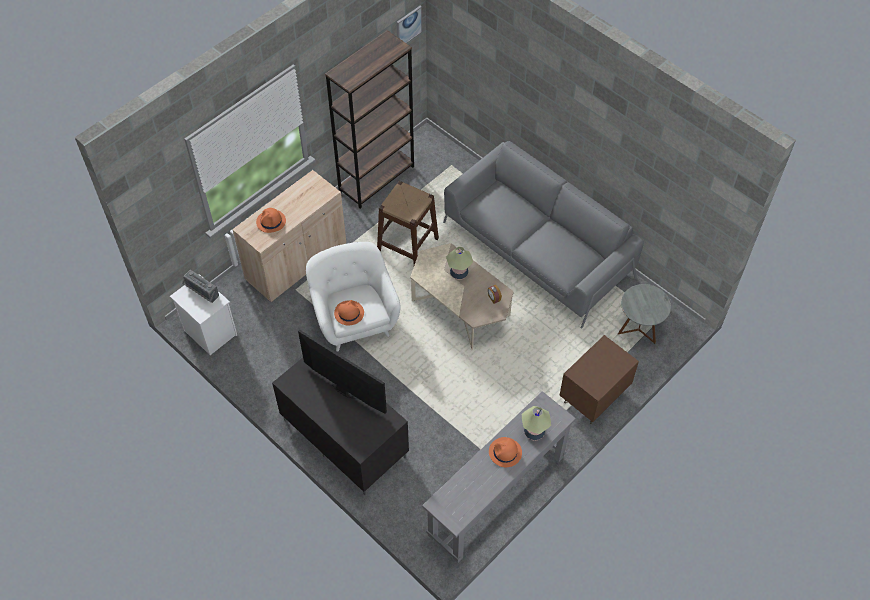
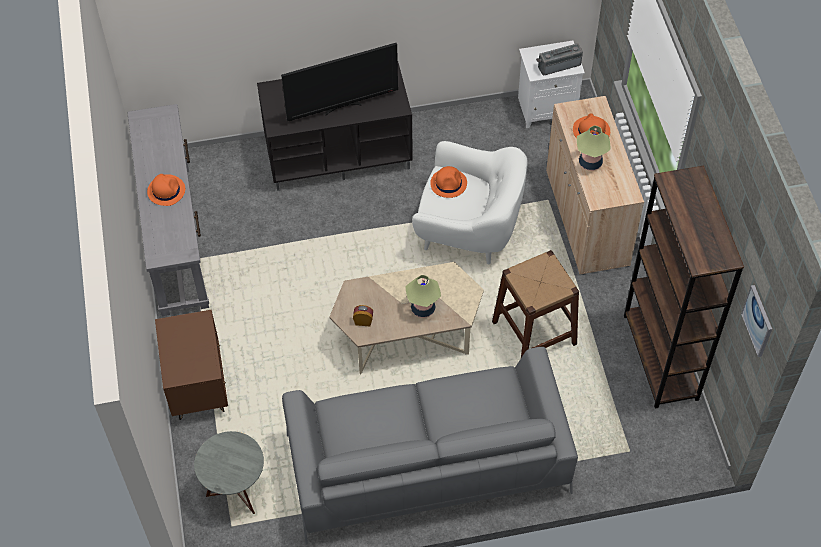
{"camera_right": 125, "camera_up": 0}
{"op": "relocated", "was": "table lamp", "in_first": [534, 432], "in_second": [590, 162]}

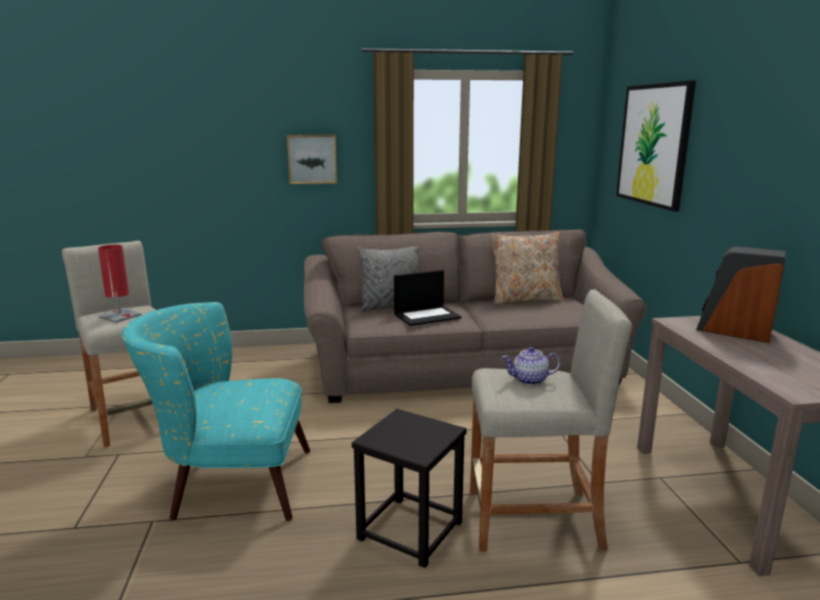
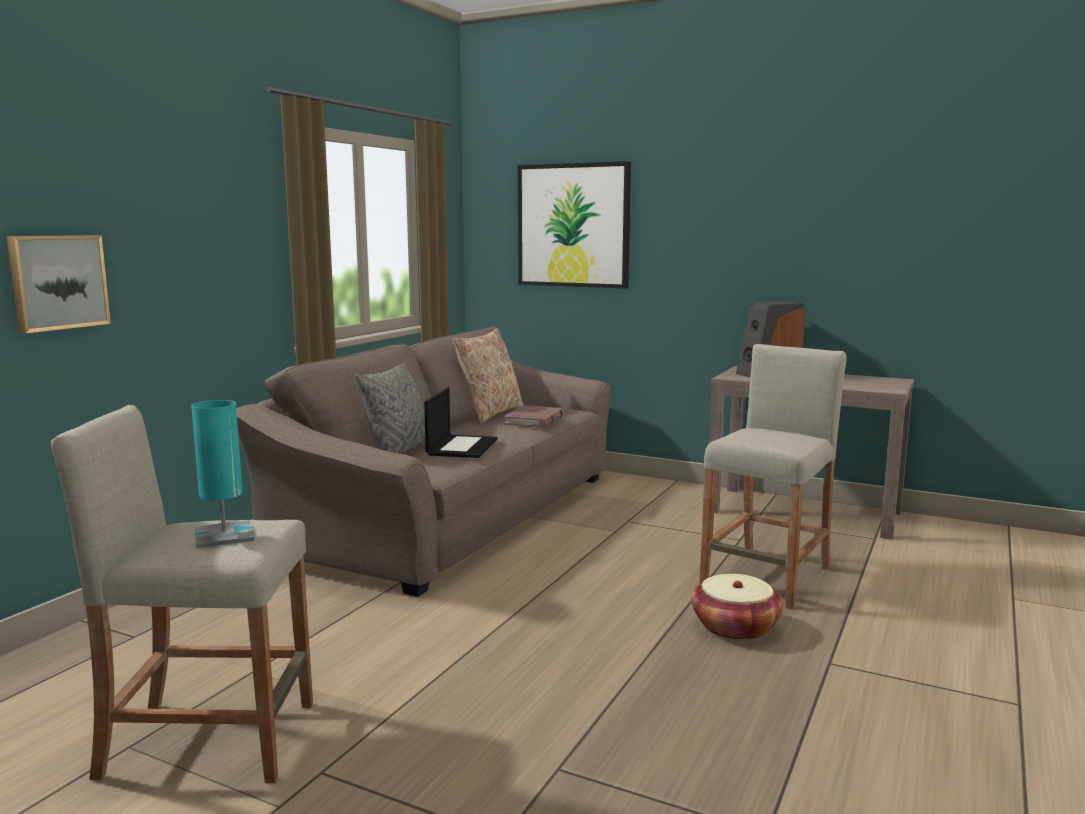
{"camera_right": -55, "camera_up": -5}
{"op": "missing", "was": "easy chair (turquoise-coloured)", "in_first": [228, 483]}
{"op": "missing", "was": "tea pot", "in_first": [529, 380]}
{"op": "appeared", "now": "volume (brown)", "in_second": [534, 420]}
{"op": "relocated", "was": "wall picture", "in_first": [312, 159], "in_second": [57, 282]}
{"op": "exchanged", "was": "stool (black-coloured)", "now": "storage basket", "in_first": [409, 531], "in_second": [735, 627]}
{"op": "colour", "was": "table lamp (red)", "now": "table lamp (turquoise-coloured)", "in_first": [120, 316], "in_second": [224, 535]}

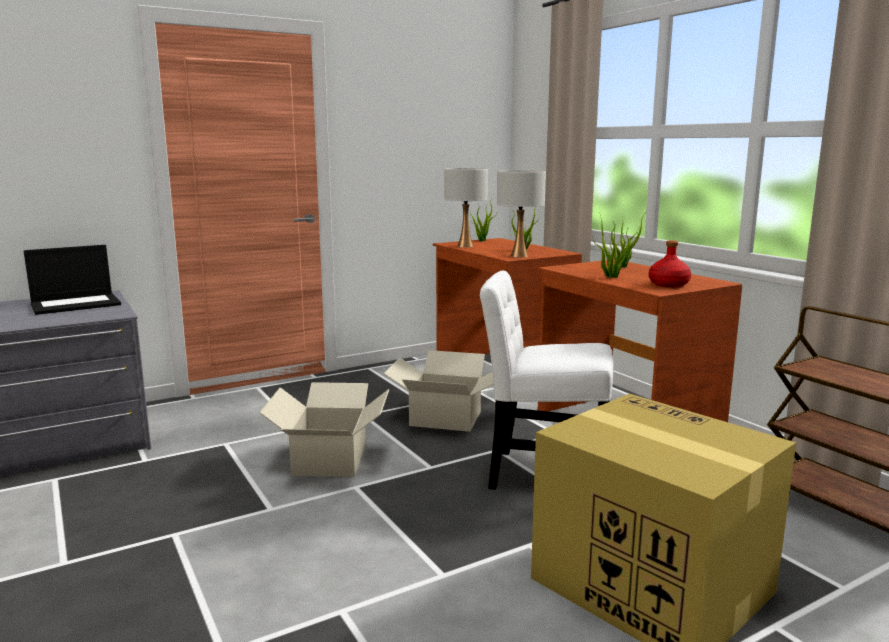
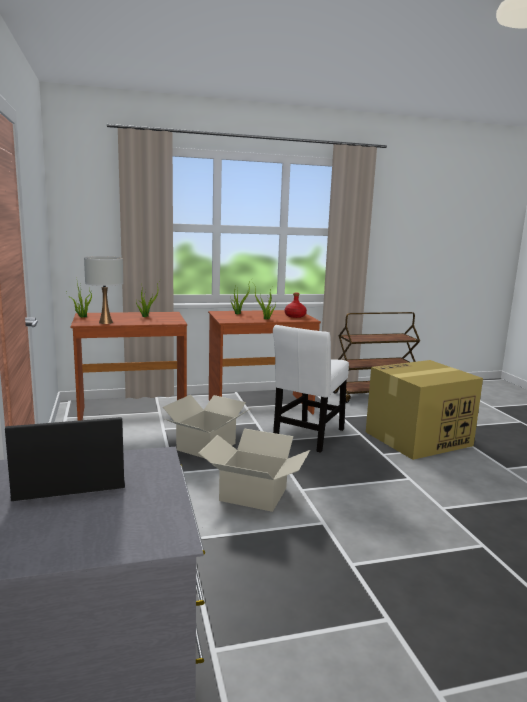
{"camera_right": -75, "camera_up": 0}
{"op": "missing", "was": "table lamp (white)", "in_first": [519, 256]}
{"op": "spun", "was": "laptop", "in_first": [76, 304], "in_second": [69, 479], "clockwise": -90}

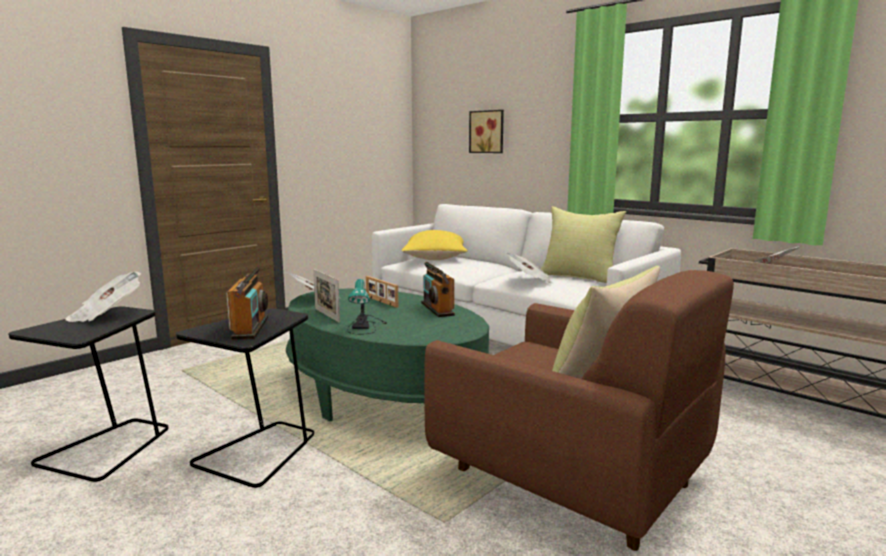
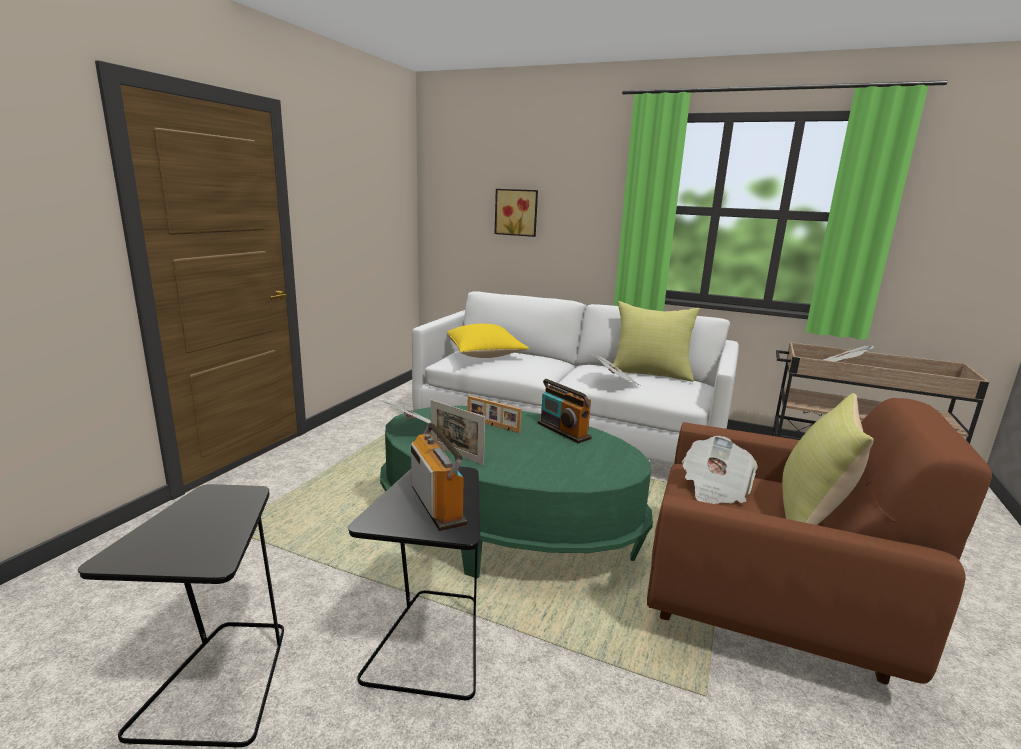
{"camera_right": -20, "camera_up": 5}
{"op": "missing", "was": "table lamp", "in_first": [365, 325]}
{"op": "relocated", "was": "newspaper", "in_first": [106, 315], "in_second": [714, 488]}

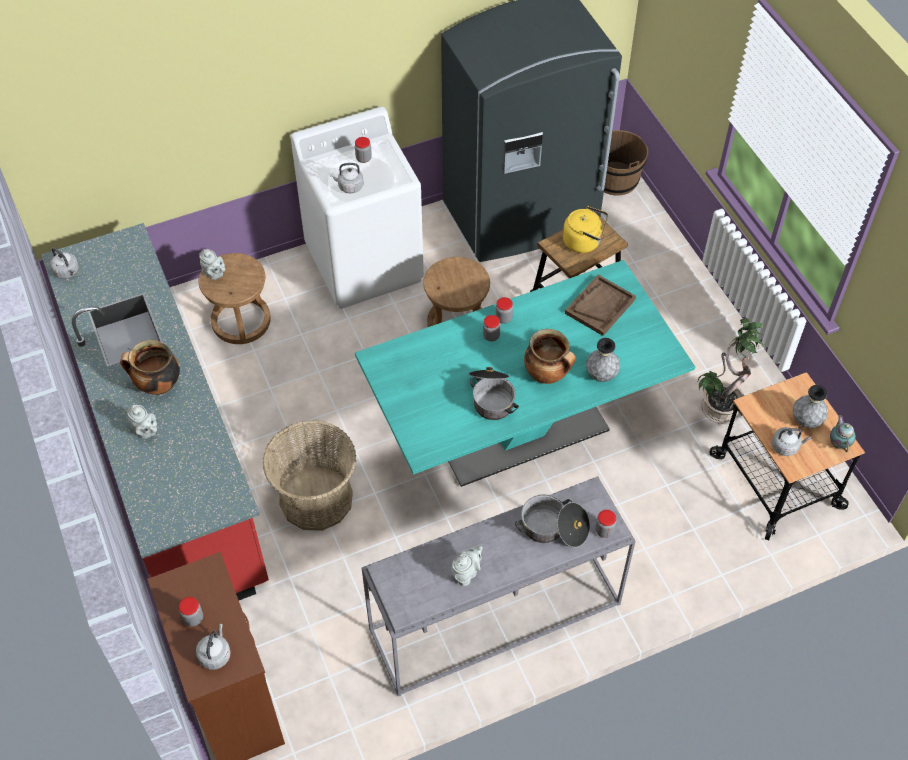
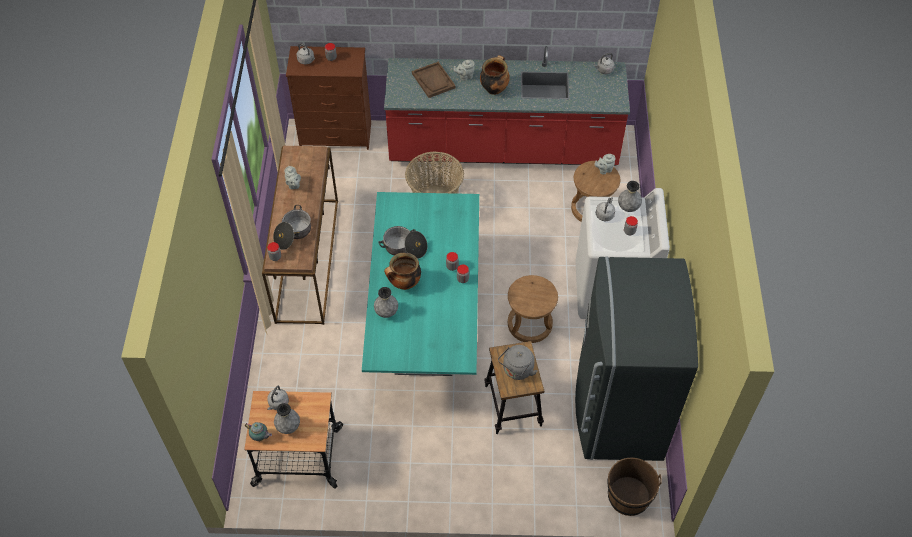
{"camera_right": 115, "camera_up": 0}
{"op": "missing", "was": "houseplant", "in_first": [719, 406]}
{"op": "appeared", "now": "flower vase (grey)", "in_second": [628, 208]}
{"op": "relocated", "was": "carrying tray (brown)", "in_first": [600, 306], "in_second": [433, 81]}
{"op": "colour", "was": "console table (grey)", "now": "console table (brown)", "in_first": [494, 619], "in_second": [306, 259]}
{"op": "colour", "was": "tea kettle (yellowish)", "now": "tea kettle (grey)", "in_first": [584, 242], "in_second": [517, 370]}

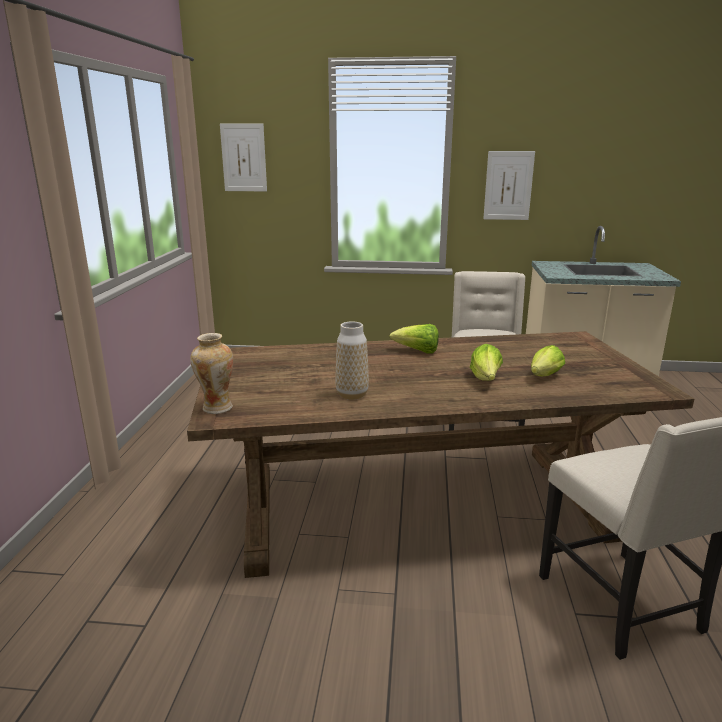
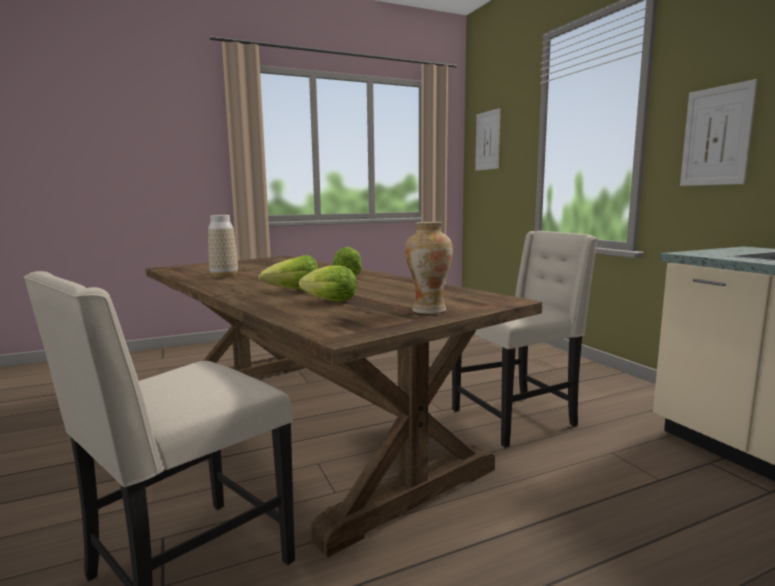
{"camera_right": 60, "camera_up": -10}
{"op": "relocated", "was": "flower vase", "in_first": [216, 408], "in_second": [428, 310]}

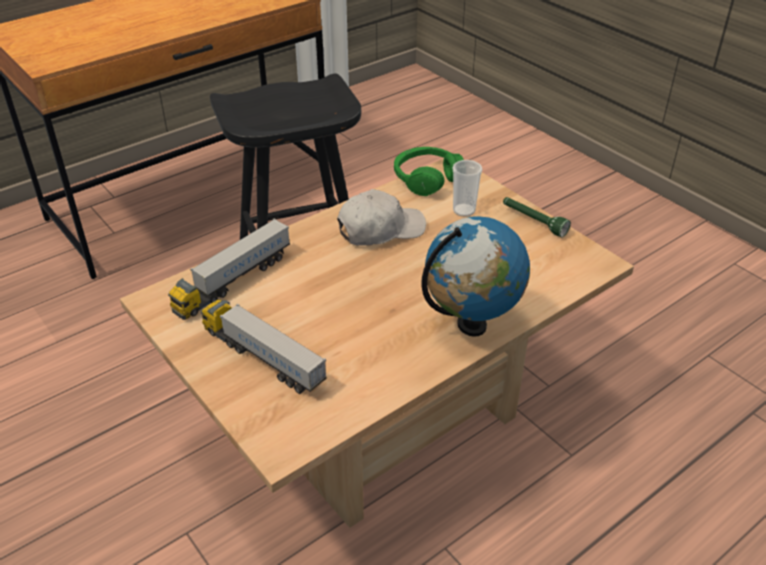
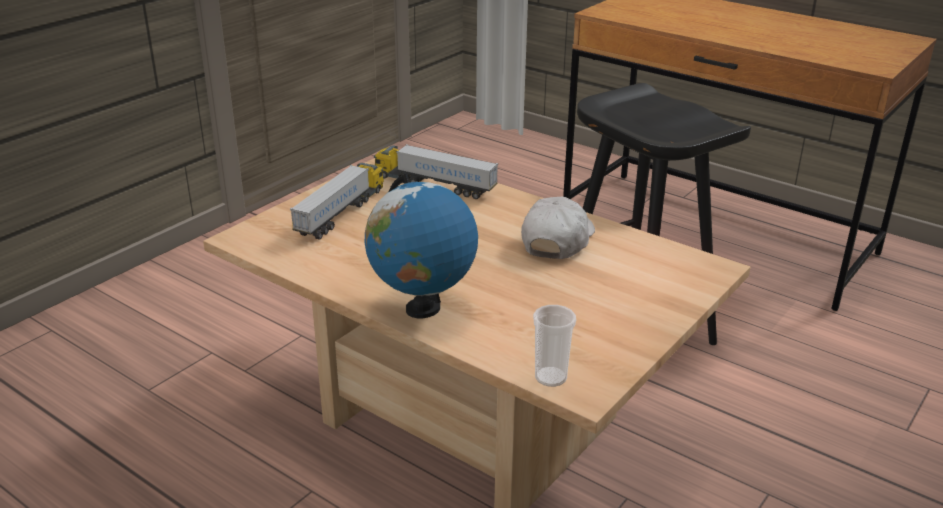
{"camera_right": 75, "camera_up": -10}
{"op": "missing", "was": "pair of headphones (greenish)", "in_first": [427, 179]}
{"op": "missing", "was": "hand torch (greenish)", "in_first": [533, 221]}
{"op": "relocated", "was": "small cup", "in_first": [464, 210], "in_second": [551, 377]}
{"op": "spun", "was": "peaked cap (white)", "in_first": [380, 229], "in_second": [557, 240], "clockwise": -120}

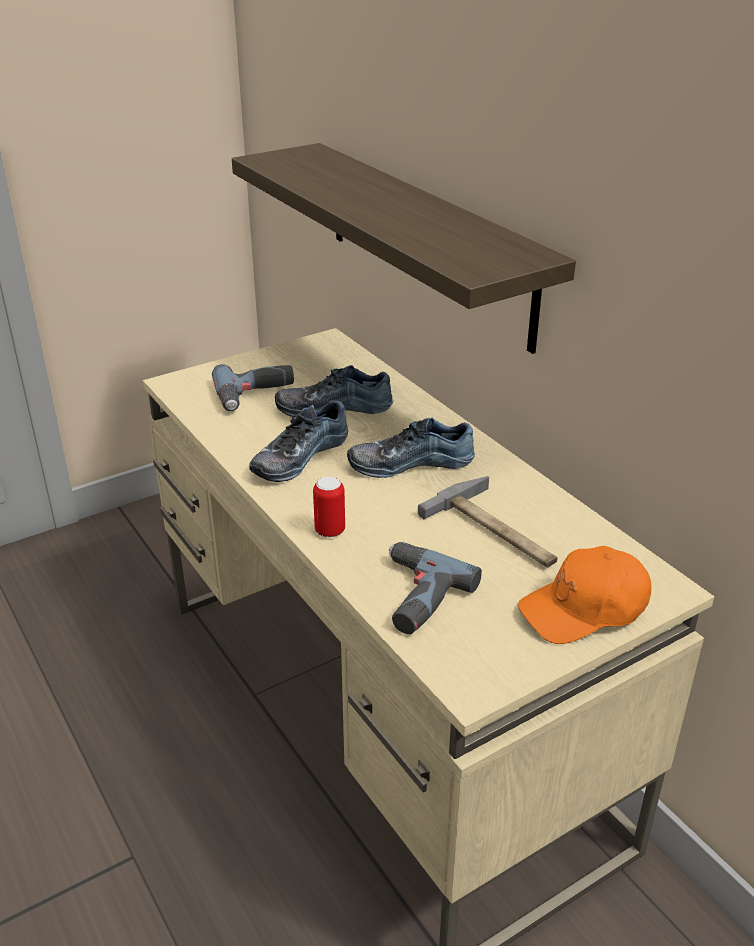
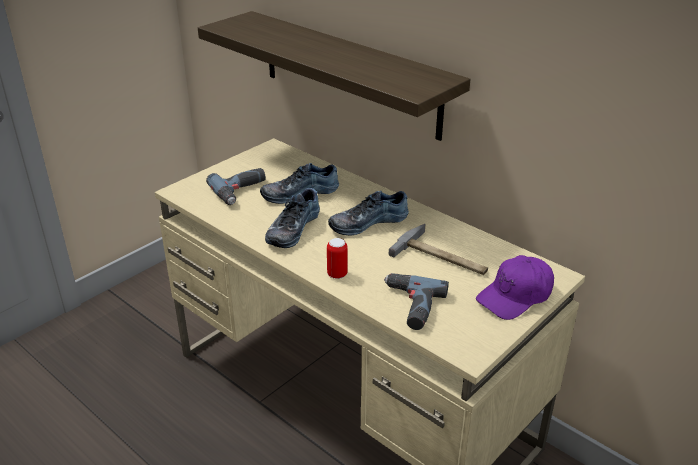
{"camera_right": -15, "camera_up": 0}
{"op": "colour", "was": "peaked cap (orangey)", "now": "peaked cap (purplish)", "in_first": [584, 609], "in_second": [515, 296]}

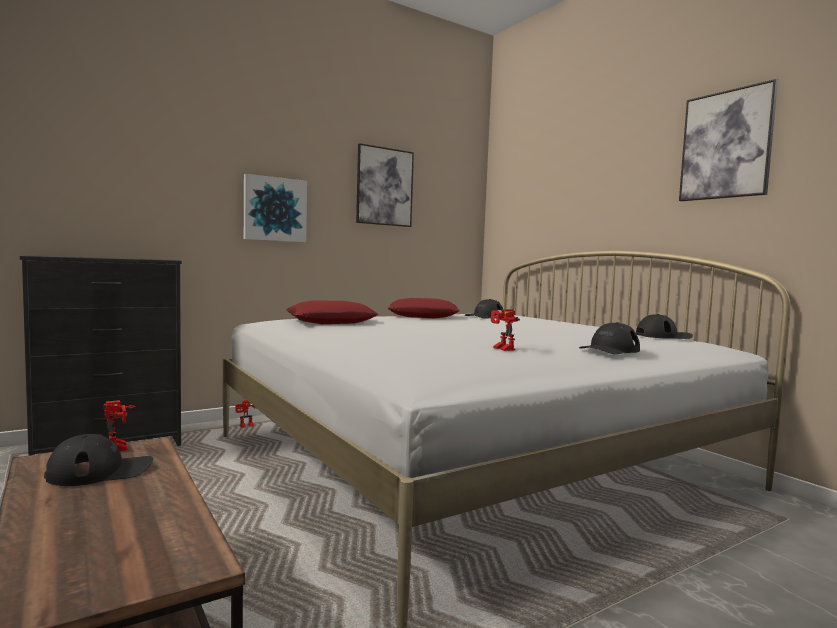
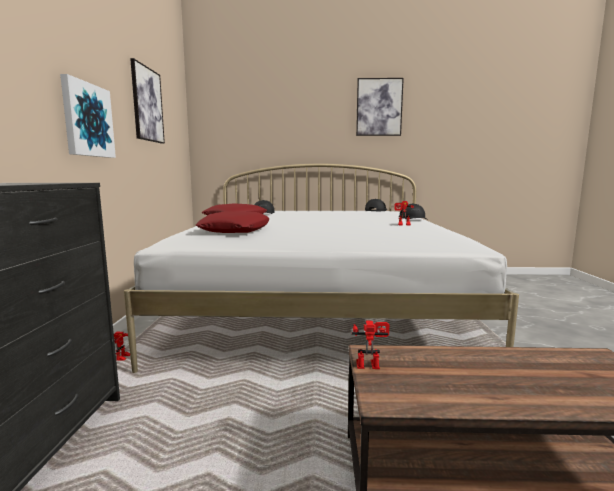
{"camera_right": -55, "camera_up": 5}
{"op": "missing", "was": "peaked cap (black-coloured)", "in_first": [101, 471]}

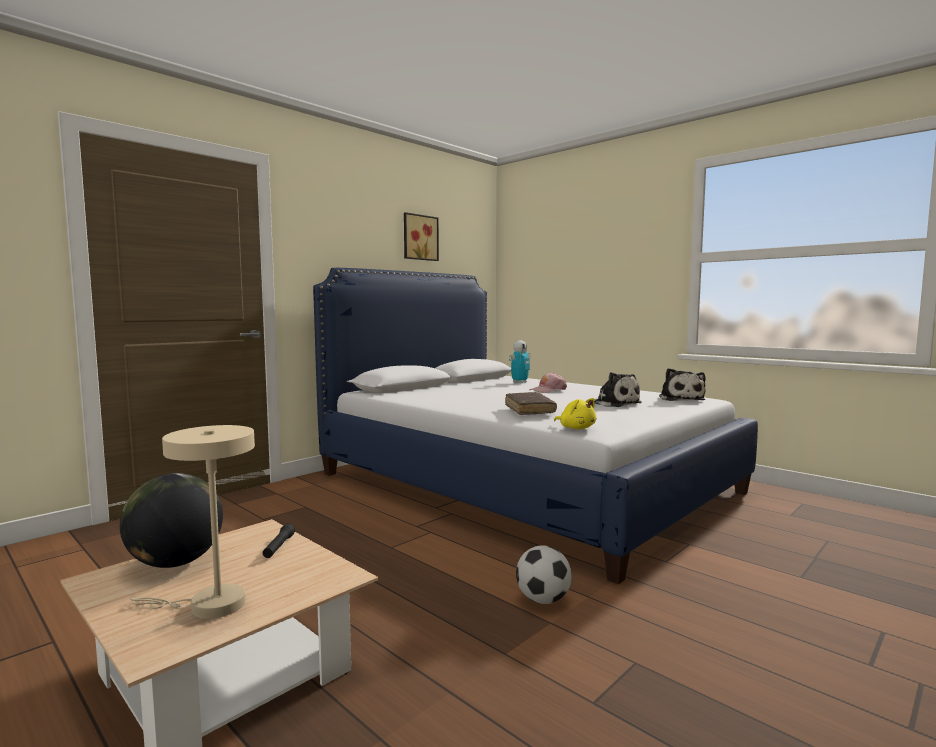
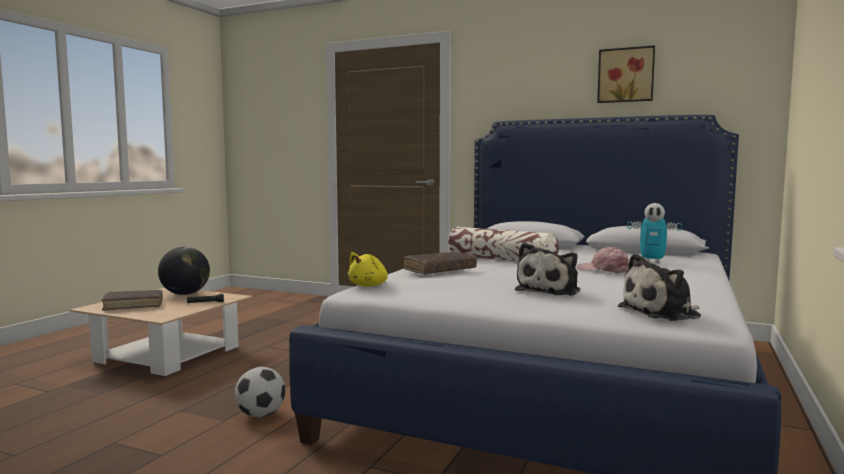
{"camera_right": 70, "camera_up": 0}
{"op": "appeared", "now": "cushion", "in_second": [501, 260]}
{"op": "exchanged", "was": "table lamp (beige)", "now": "volume (brown)", "in_first": [208, 605], "in_second": [133, 305]}

